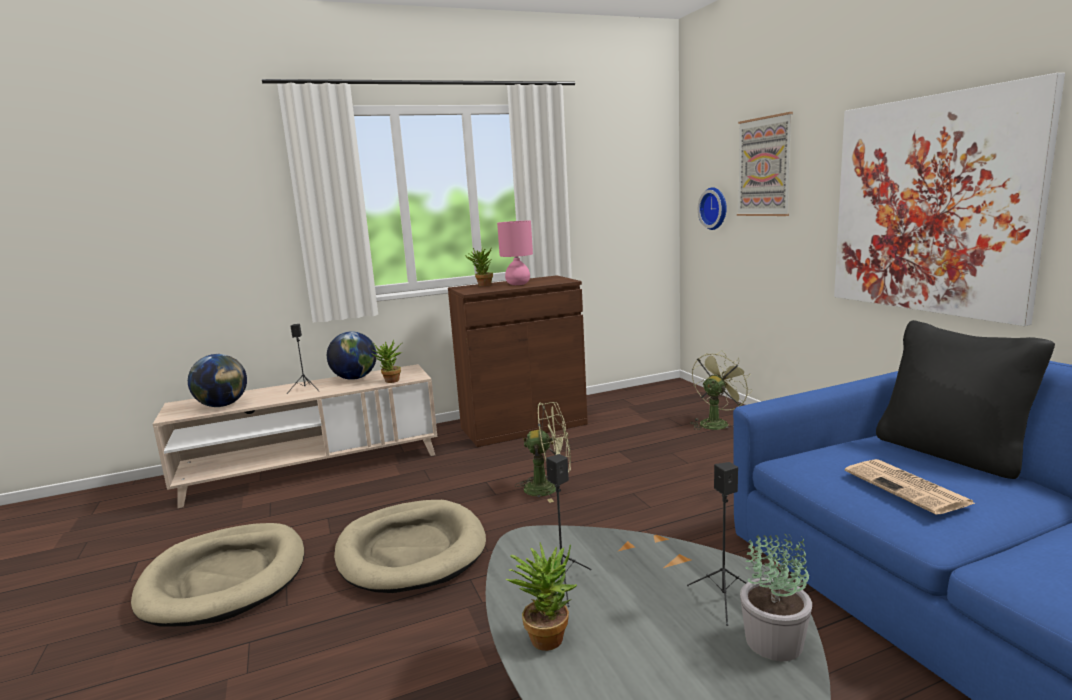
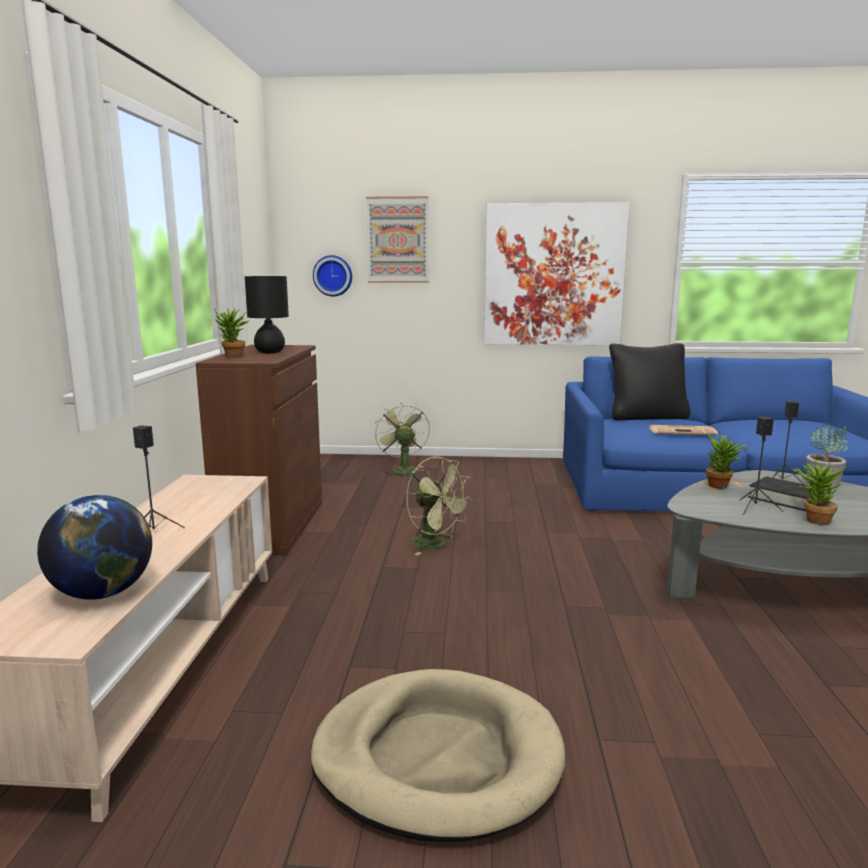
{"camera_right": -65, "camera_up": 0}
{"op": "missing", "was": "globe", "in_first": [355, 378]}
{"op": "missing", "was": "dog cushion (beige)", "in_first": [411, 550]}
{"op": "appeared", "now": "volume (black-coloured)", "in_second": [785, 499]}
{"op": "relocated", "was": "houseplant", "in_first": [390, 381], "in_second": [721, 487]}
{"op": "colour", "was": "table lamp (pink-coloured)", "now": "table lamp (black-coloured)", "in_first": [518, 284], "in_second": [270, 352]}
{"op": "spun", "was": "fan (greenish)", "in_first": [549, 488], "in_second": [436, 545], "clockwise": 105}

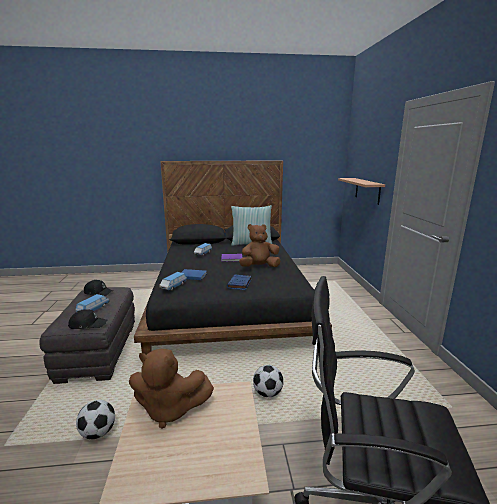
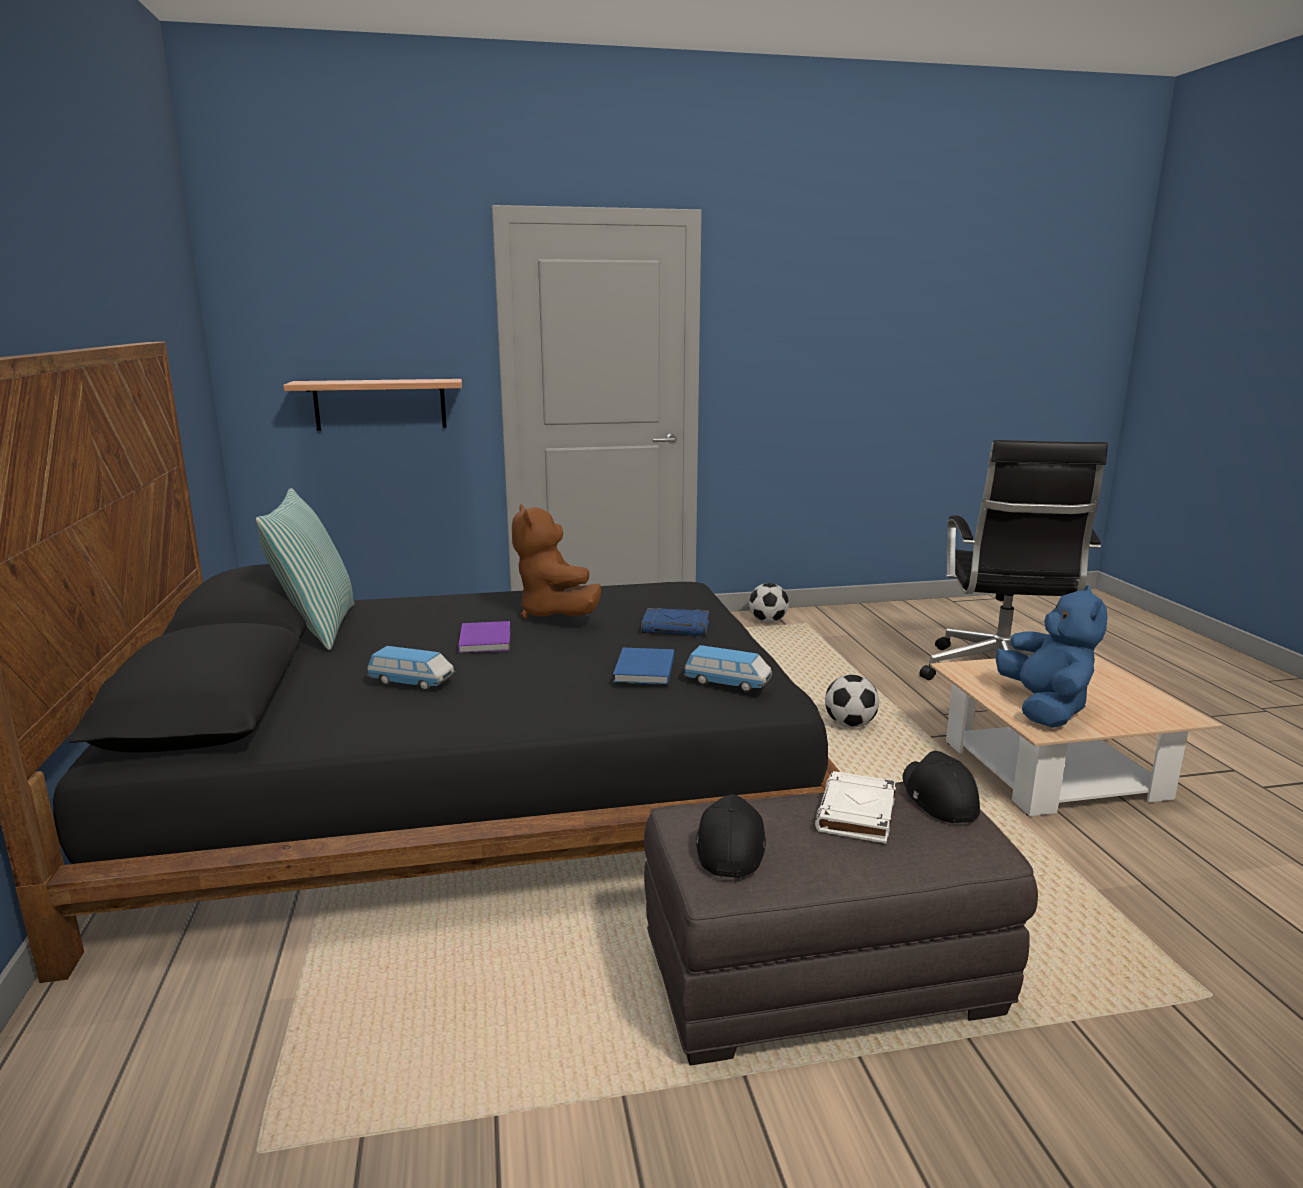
{"camera_right": -95, "camera_up": 0}
{"op": "relocated", "was": "football", "in_first": [98, 433], "in_second": [767, 621]}
{"op": "exchanged", "was": "toy car", "now": "volume (white)", "in_first": [93, 309], "in_second": [856, 814]}
{"op": "colour", "was": "soft toy (brown)", "now": "soft toy (blue-coloured)", "in_first": [169, 409], "in_second": [1044, 708]}

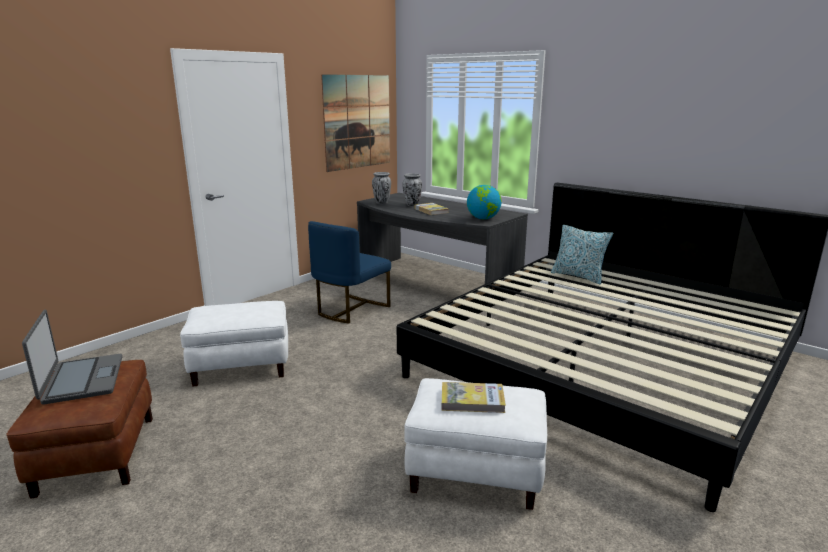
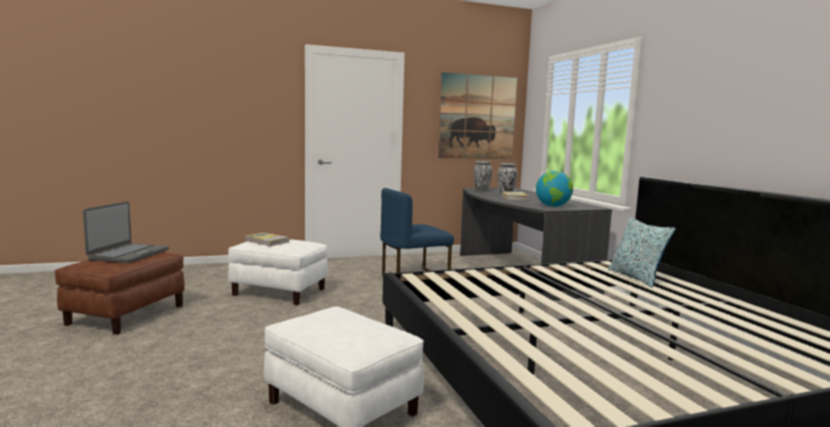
{"camera_right": 30, "camera_up": -10}
{"op": "relocated", "was": "volume", "in_first": [472, 400], "in_second": [267, 241]}

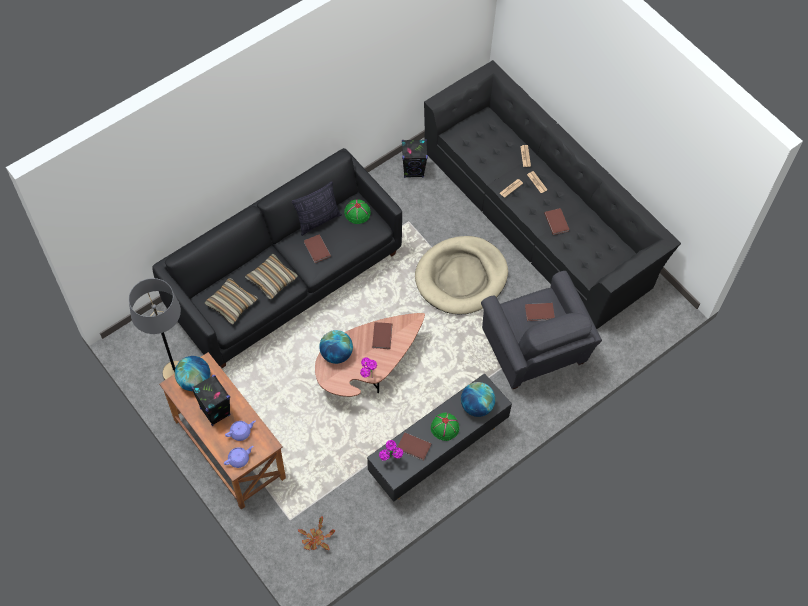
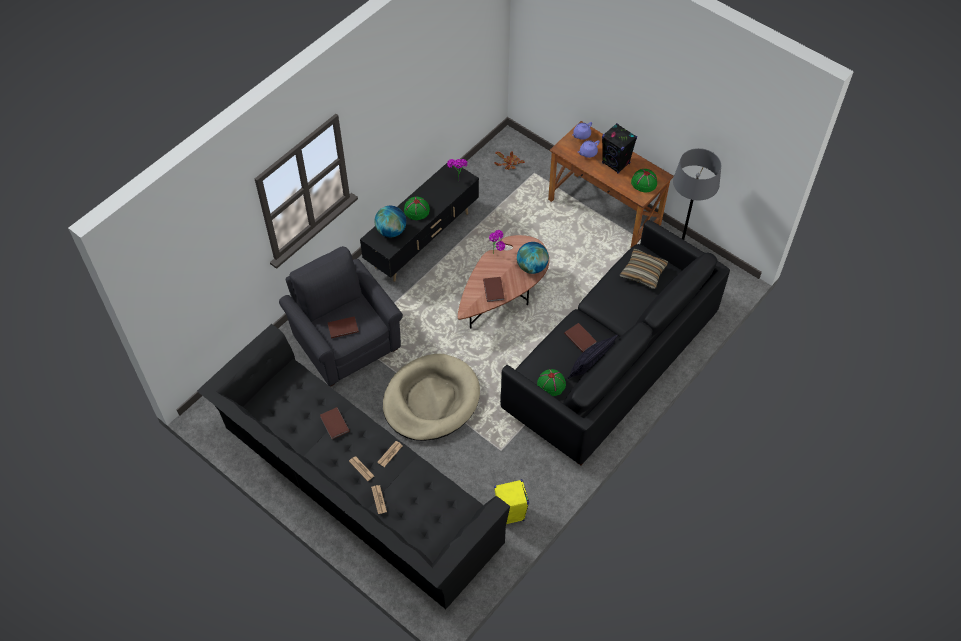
{"camera_right": 170, "camera_up": -5}
{"op": "missing", "was": "cushion", "in_first": [272, 279]}
{"op": "missing", "was": "volume (brown)", "in_first": [414, 447]}
{"op": "exchanged", "was": "globe", "now": "clothing hat (greenish)", "in_first": [194, 381], "in_second": [644, 182]}
{"op": "colour", "was": "loudspeaker (black-coloured)", "now": "loudspeaker (yellowish)", "in_first": [413, 170], "in_second": [510, 514]}

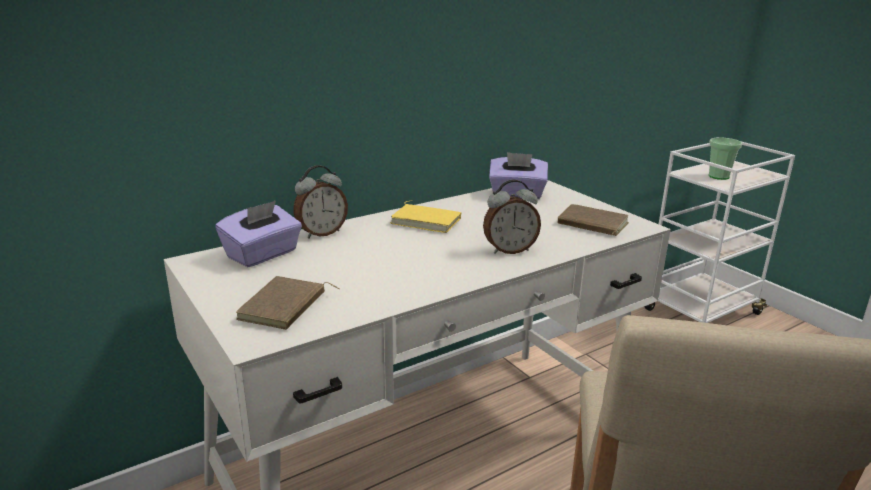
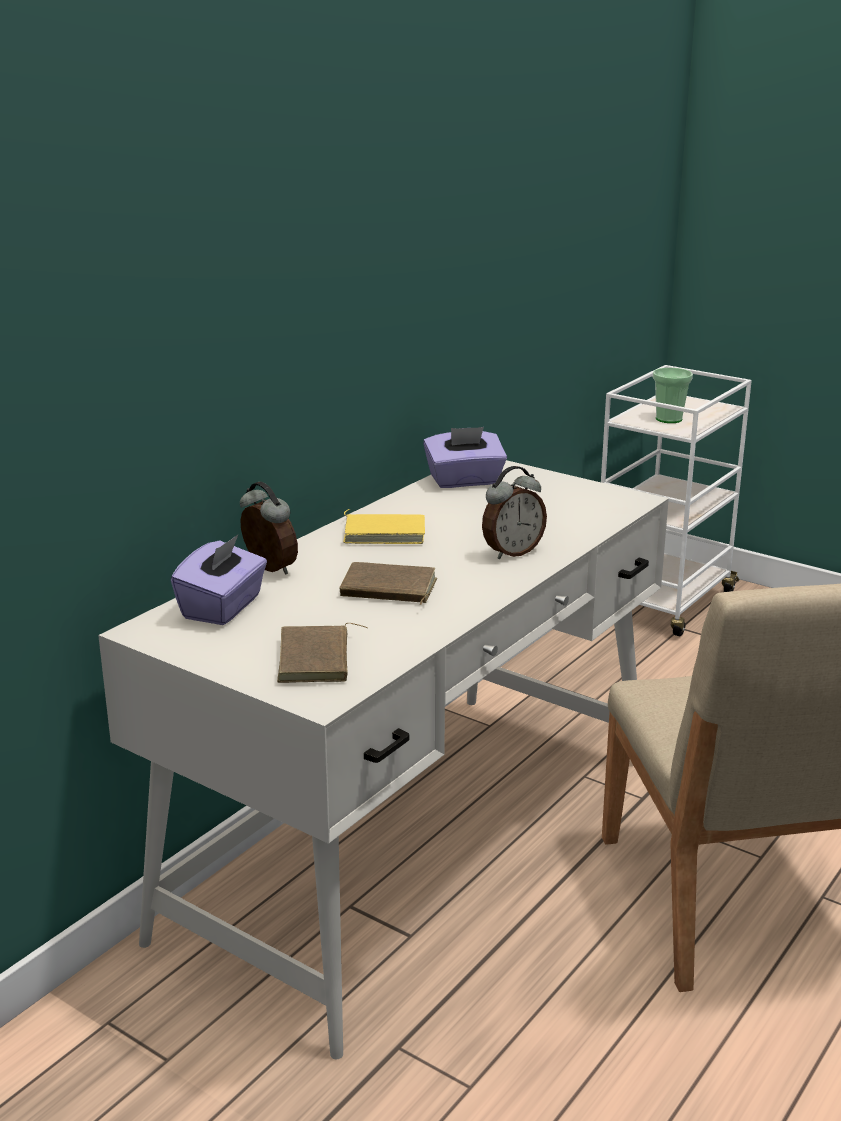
{"camera_right": -20, "camera_up": 0}
{"op": "relocated", "was": "volume (brown)", "in_first": [591, 224], "in_second": [387, 590]}
{"op": "spun", "was": "bedside clock", "in_first": [321, 233], "in_second": [268, 569], "clockwise": -75}

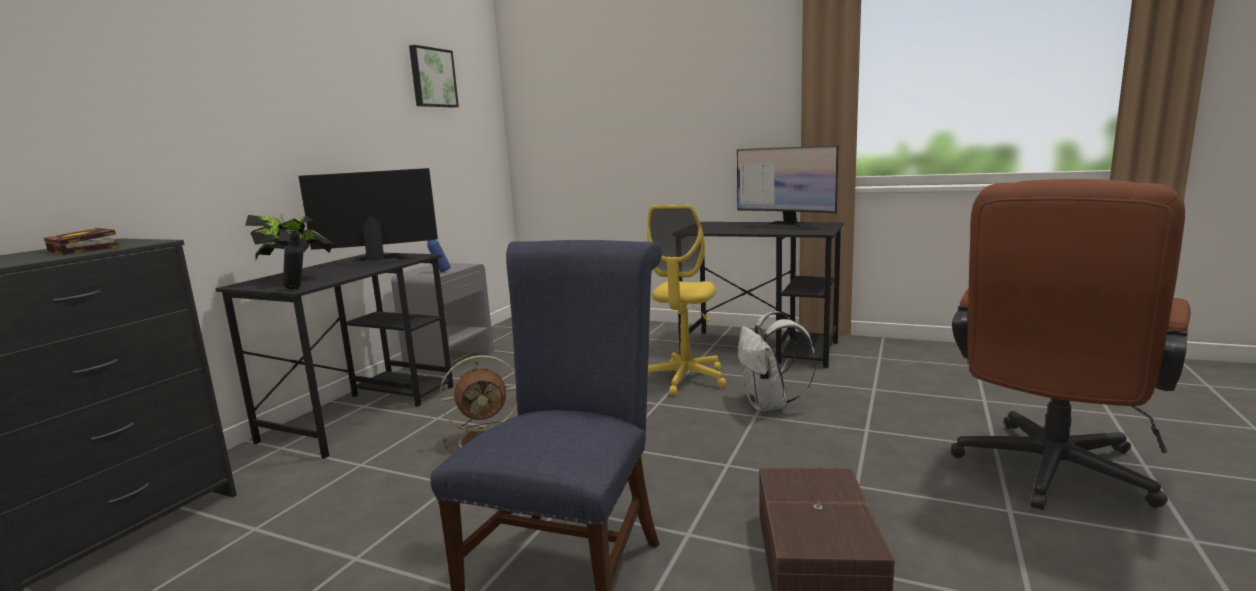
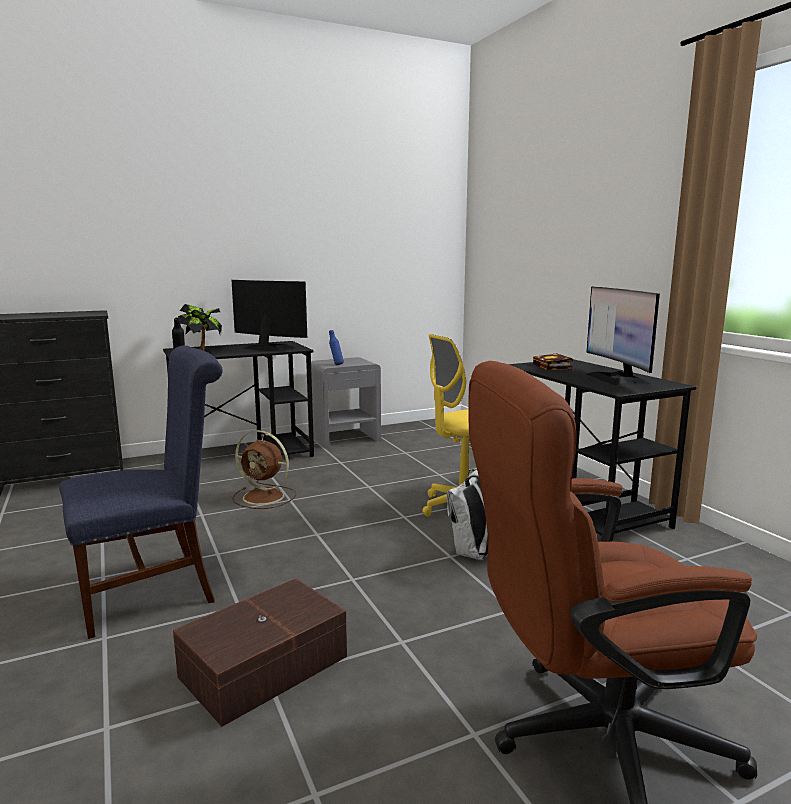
{"camera_right": 40, "camera_up": 0}
{"op": "missing", "was": "wall picture", "in_first": [432, 78]}
{"op": "relocated", "was": "volume", "in_first": [86, 249], "in_second": [553, 366]}

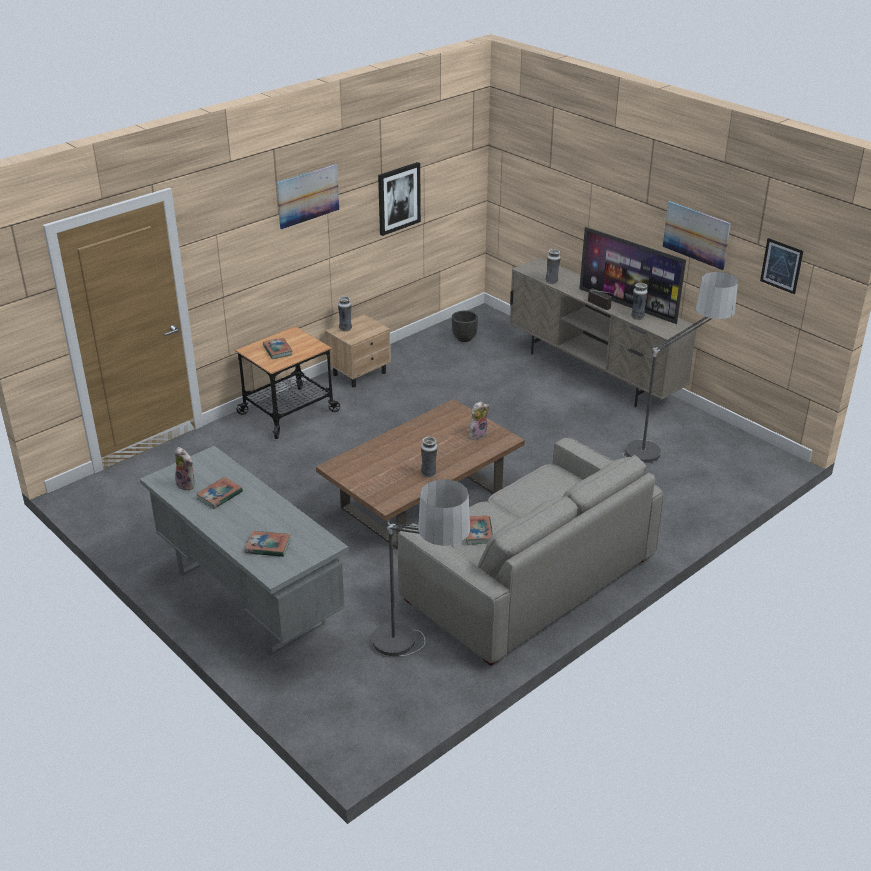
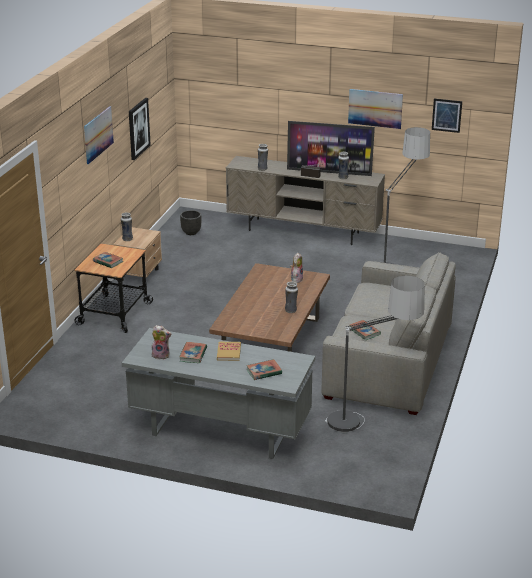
{"camera_right": -30, "camera_up": -5}
{"op": "appeared", "now": "volume", "in_second": [228, 352]}

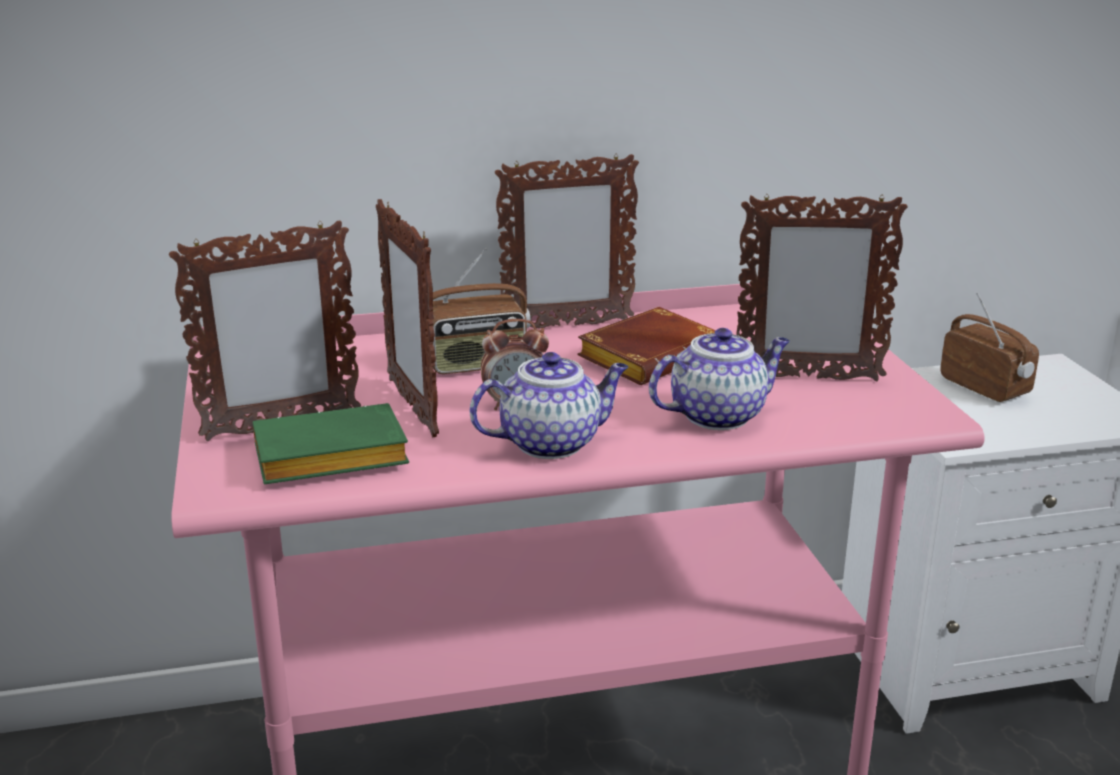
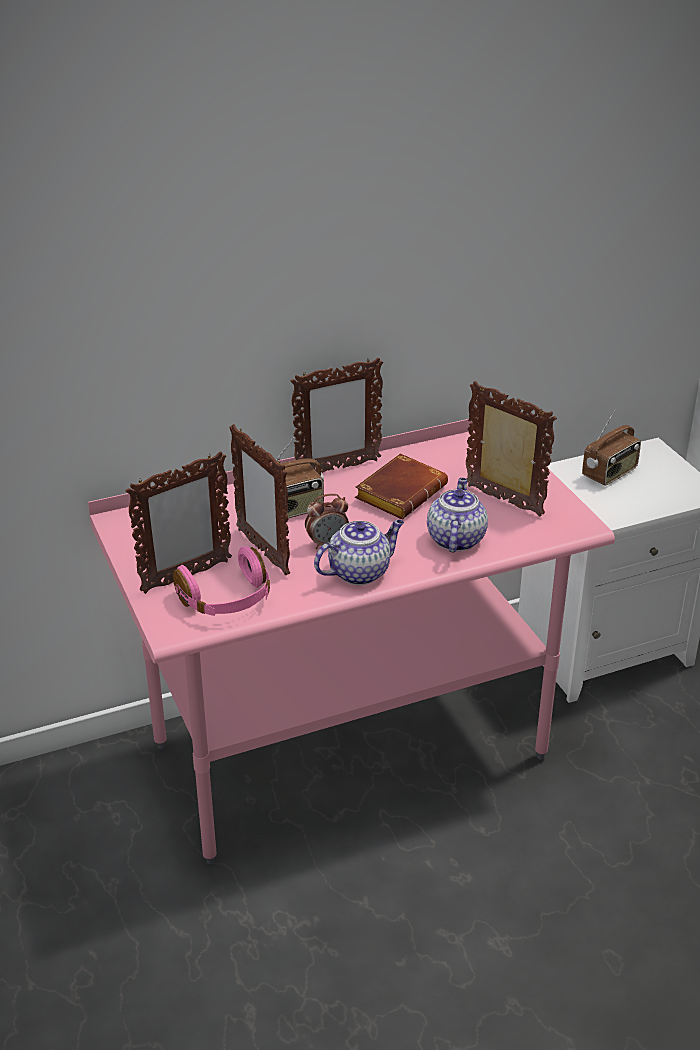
{"camera_right": -10, "camera_up": 10}
{"op": "exchanged", "was": "volume (greenish)", "now": "pair of headphones (pink-coloured)", "in_first": [326, 460], "in_second": [227, 600]}
{"op": "spun", "was": "tea pot", "in_first": [718, 415], "in_second": [455, 539], "clockwise": -45}
{"op": "spun", "was": "photo frame", "in_first": [807, 377], "in_second": [504, 501], "clockwise": -135}
{"op": "spun", "was": "radio receiver", "in_first": [985, 387], "in_second": [610, 474], "clockwise": 90}

